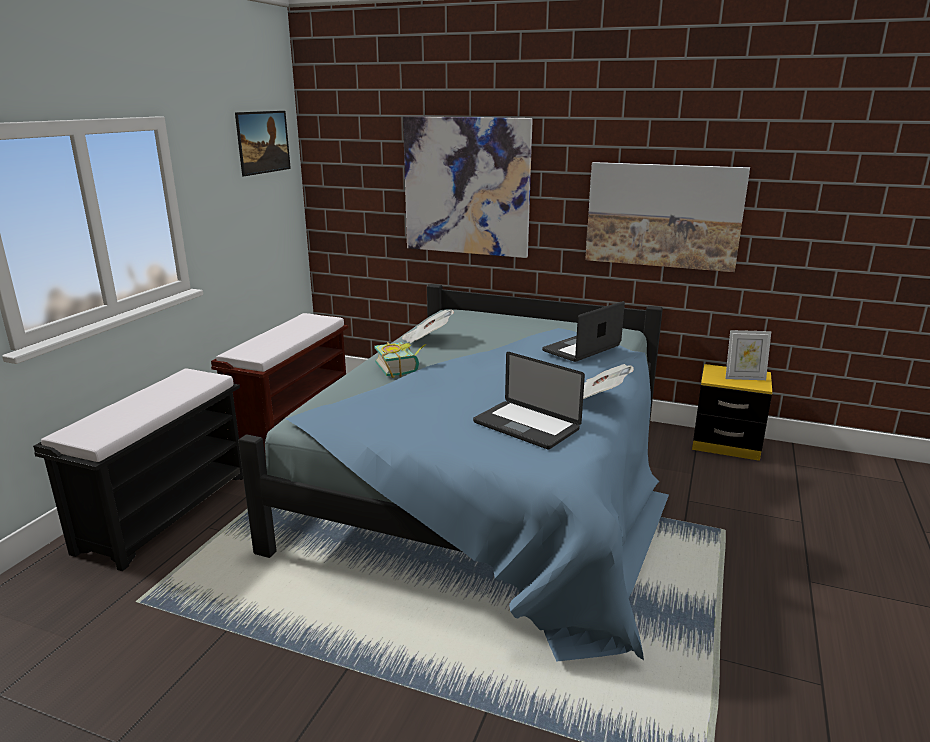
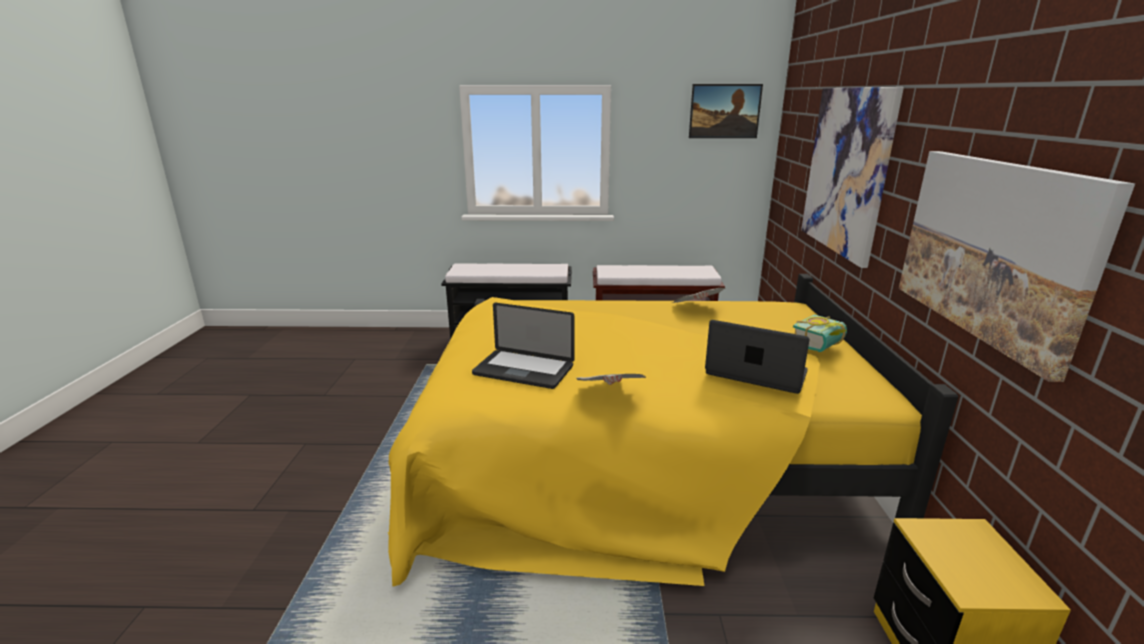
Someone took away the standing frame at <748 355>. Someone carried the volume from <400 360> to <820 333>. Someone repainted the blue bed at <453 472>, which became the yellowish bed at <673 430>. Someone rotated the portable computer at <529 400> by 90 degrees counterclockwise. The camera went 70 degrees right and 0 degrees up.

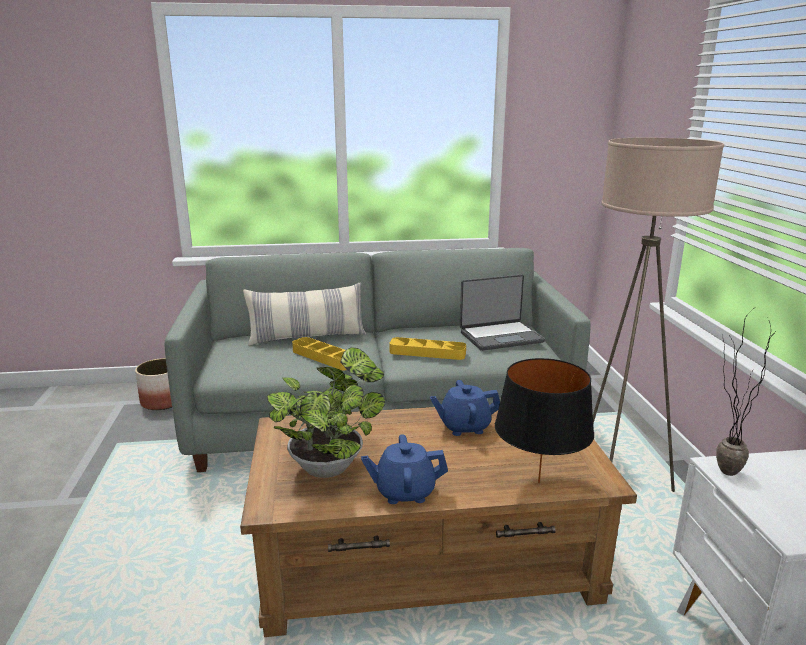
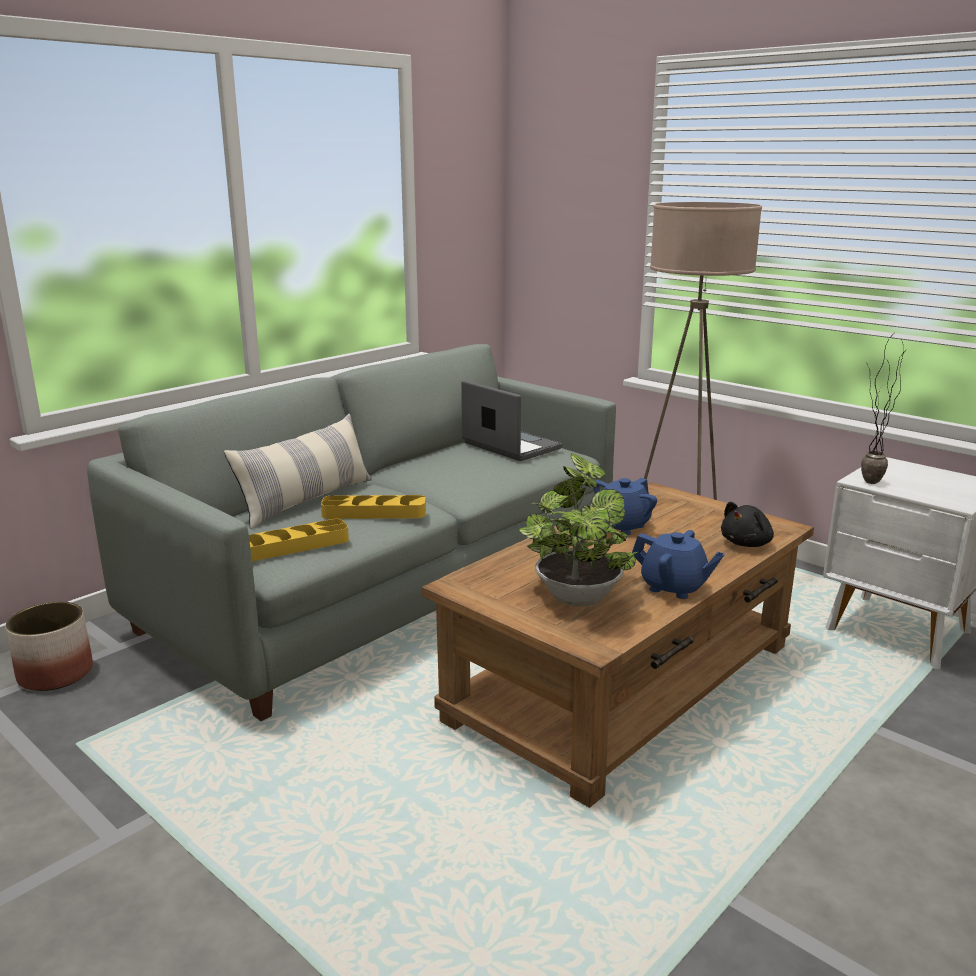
Someone carried the yellowish carrying tray from <427 348> to <299 540>. Someone swapped the black-coloured lamp for a table at <544 421> for the black-coloured cuddly toy at <747 524>. Someone rotated the blue pot for tea at <404 469> by 105 degrees counterclockwise. Someone rotated the portable computer at <502 312> by 75 degrees counterclockwise. The camera went 40 degrees left and 0 degrees up.

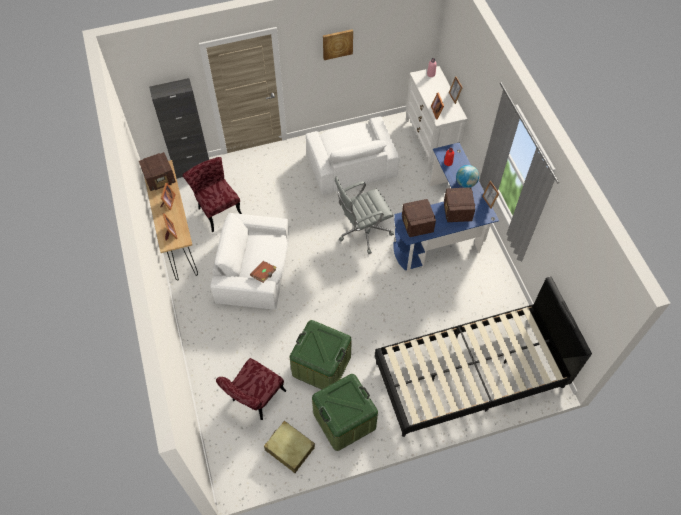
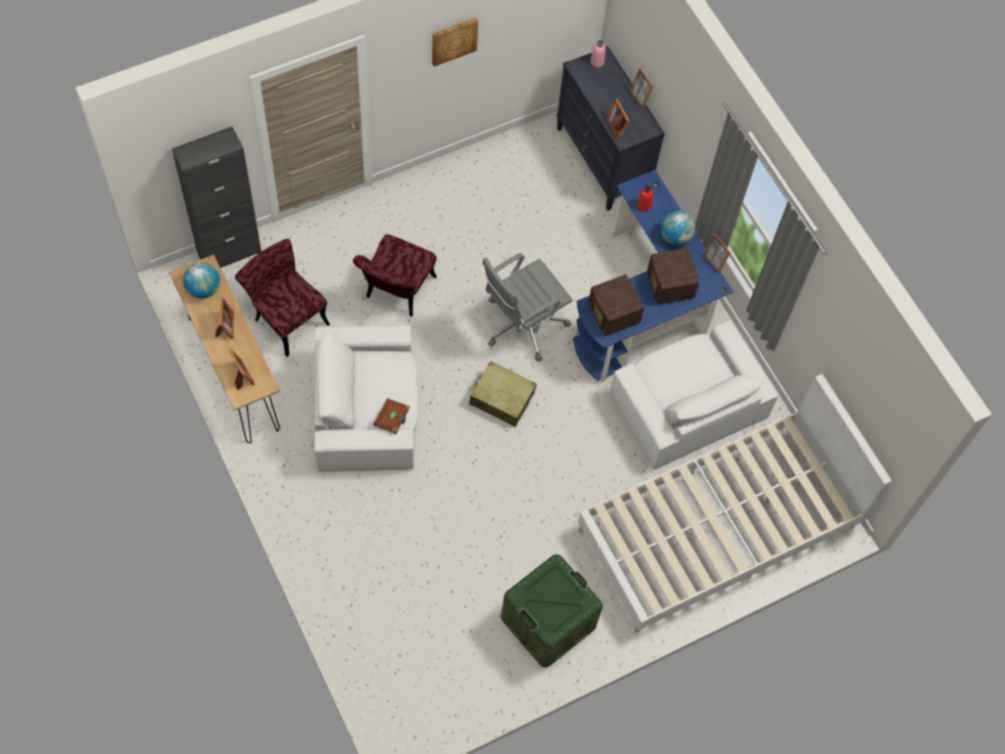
Someone took away the greenish storage container at <321 355>. Someone carried the red-coloured chair from <251 389> to <395 275>. Someone carried the beige suitcase from <289 447> to <503 394>. Someone carried the whitish lounge chair from <353 155> to <693 395>. Someone swapped the radio at <157 171> for the desk globe at <201 280>. Someone repainted the black-coloured bed at <483 356>, which became the whitish bed at <735 503>. Someone repainted the whitish chest of drawers at <436 118>, which became the black-coloured chest of drawers at <610 128>. The camera went 15 degrees left and 5 degrees up.

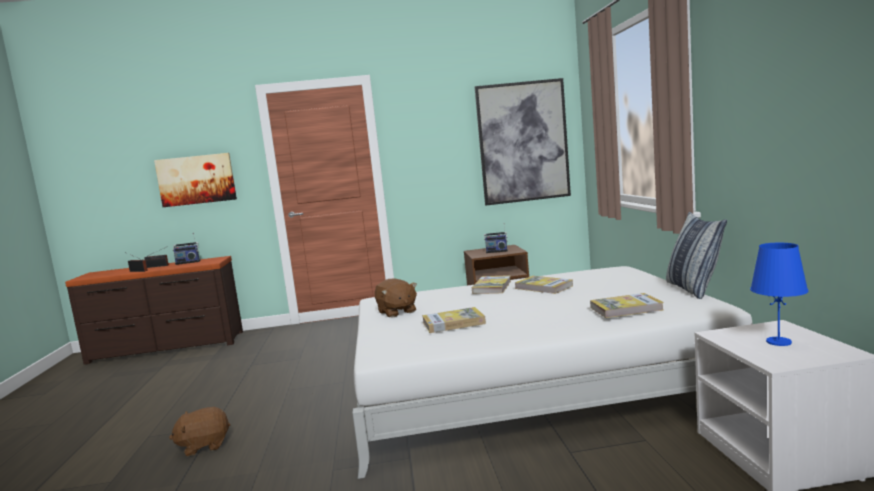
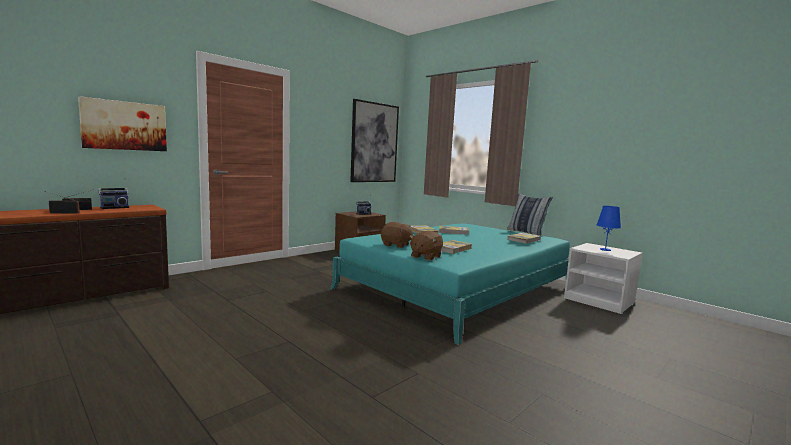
Someone carried the brown-coloured cuddly toy from <199 432> to <426 246>. Someone repainted the whitish bed at <552 372>, which became the turquoise-coloured bed at <450 284>. The camera went 40 degrees left and 0 degrees up.

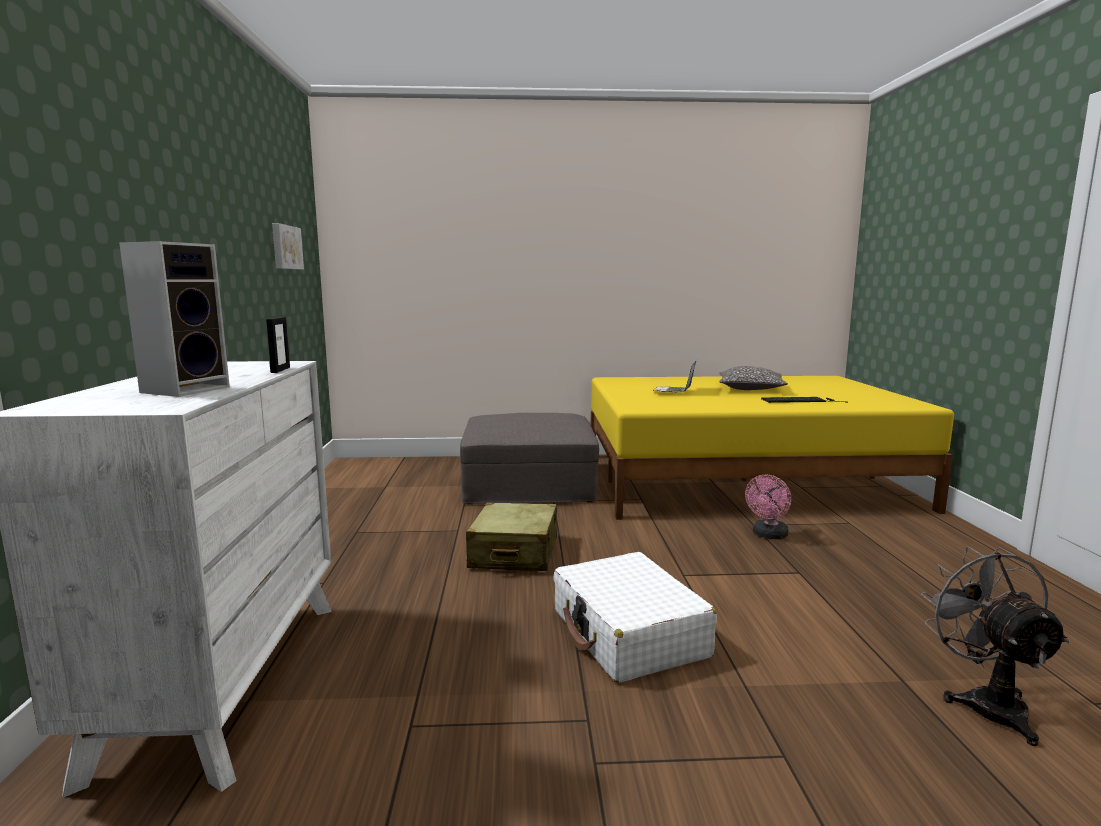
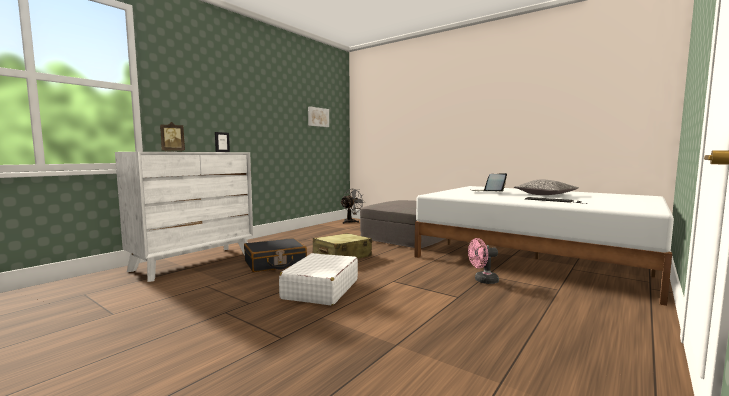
Someone put down the black-coloured suitcase at <275 255>. Someone carried the grey fan from <995 646> to <352 206>. Someone swapped the speaker at <174 319> for the standing frame at <172 137>. Someone repainted the yellowish bed at <772 448>, which became the whitish bed at <544 246>. The camera went 40 degrees right and 5 degrees down.

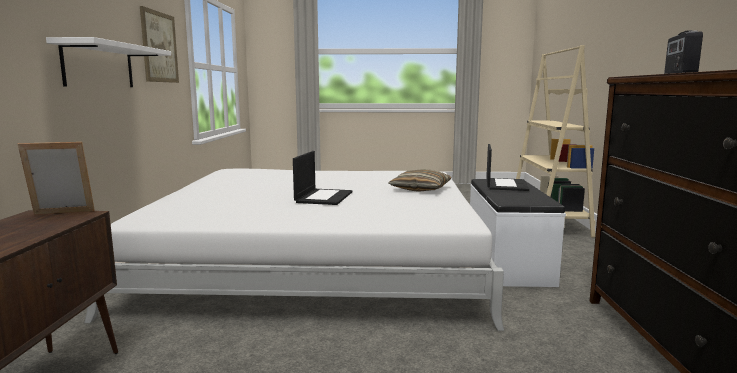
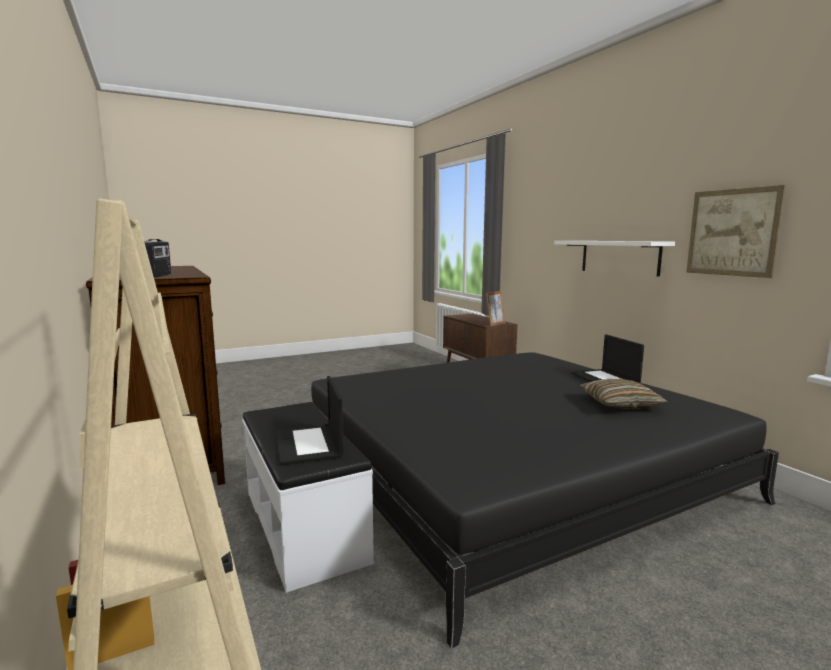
Someone carried the portable computer from <322 178> to <607 358>. Someone carried the cushion from <420 180> to <624 394>. Someone repainted the whitish bed at <294 250>, which became the black-coloured bed at <545 500>. The camera went 150 degrees right and 0 degrees up.

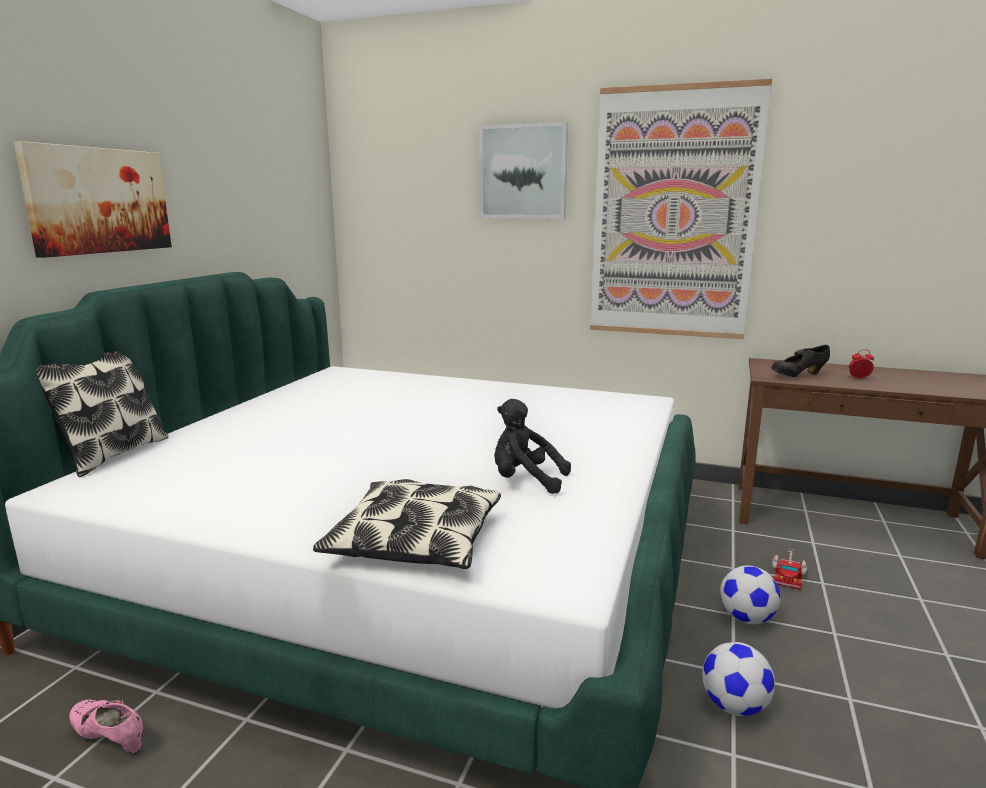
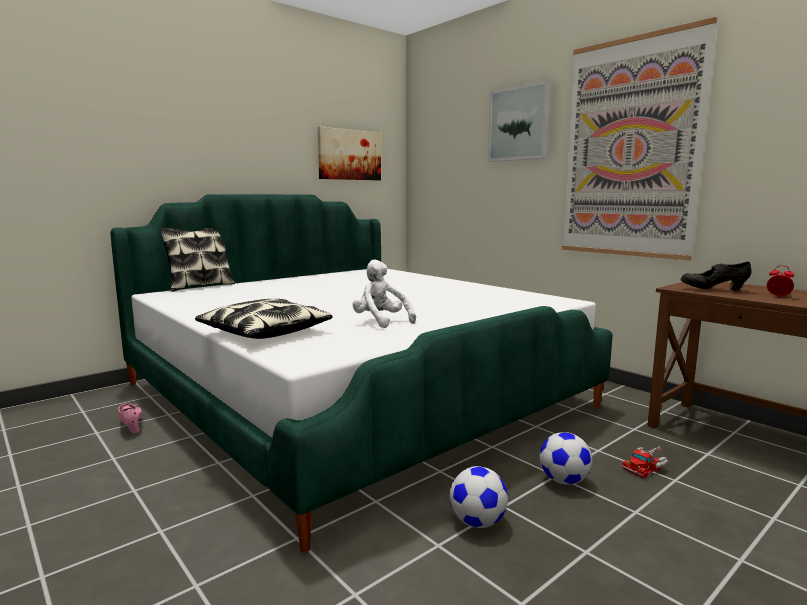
Someone carried the wall art from <93 199> to <349 153>. Someone repainted the black-coloured cuddly toy at <532 446>, which became the whitish cuddly toy at <384 294>. The camera went 30 degrees right and 5 degrees down.

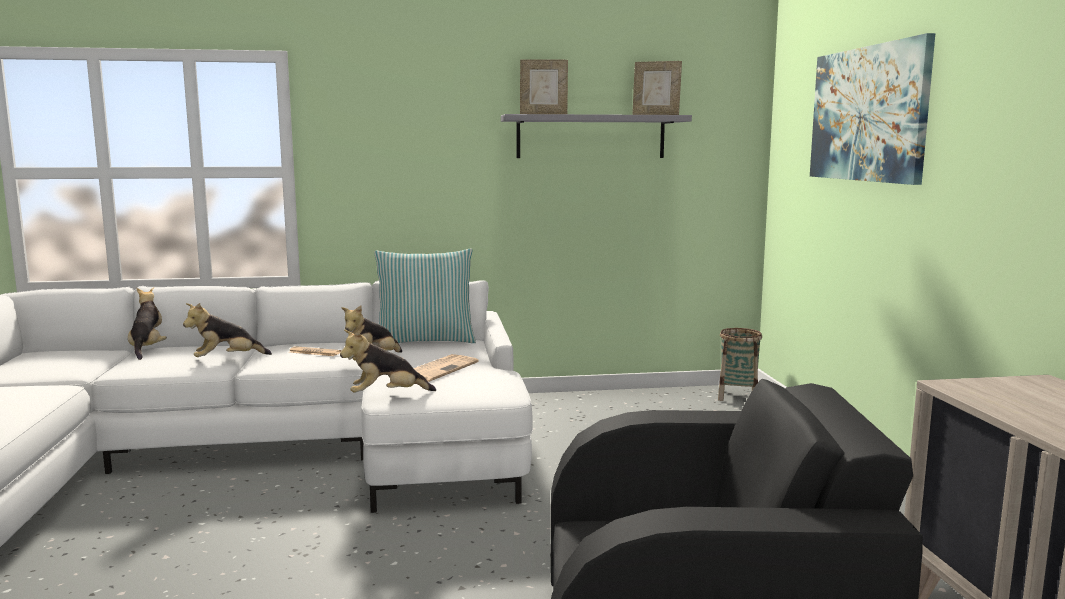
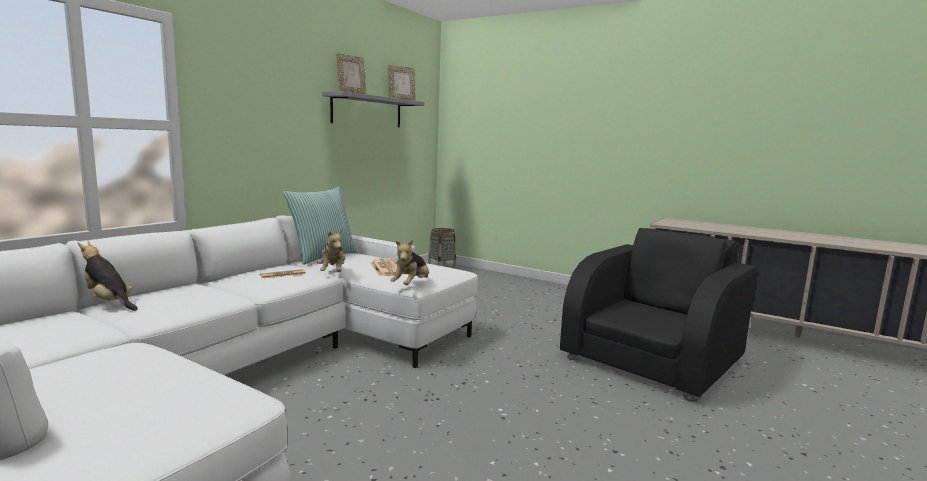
Someone took away the cuddly toy at <227 330>. Someone took away the wall art at <872 109>. The camera went 50 degrees left and 0 degrees up.

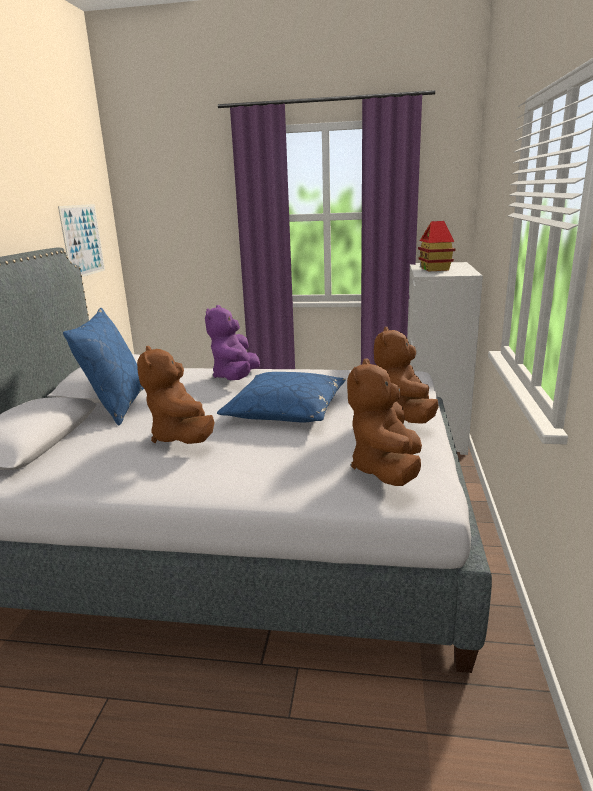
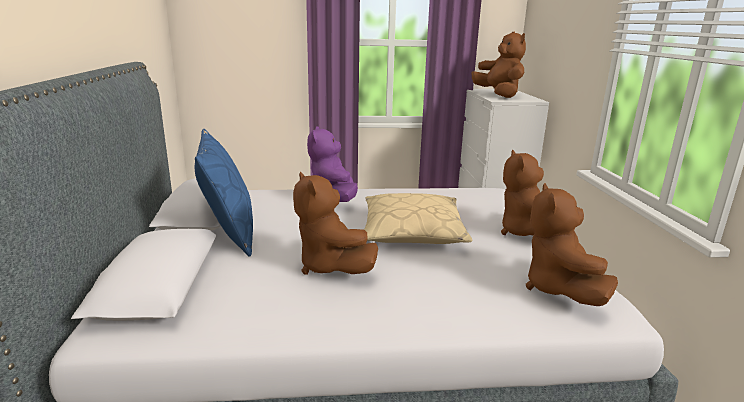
Someone took away the wall art at <81 240>. Someone swapped the miniature house at <436 246> for the brown-coloured cuddly toy at <499 65>. Someone repainted the blue cushion at <281 397>, which became the beige cushion at <418 218>. The camera went 15 degrees left and 0 degrees up.

